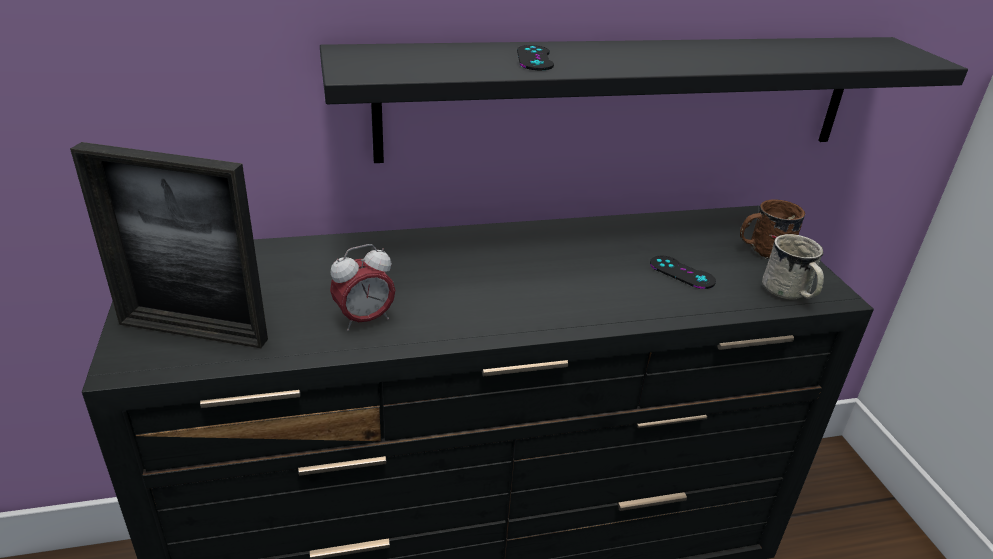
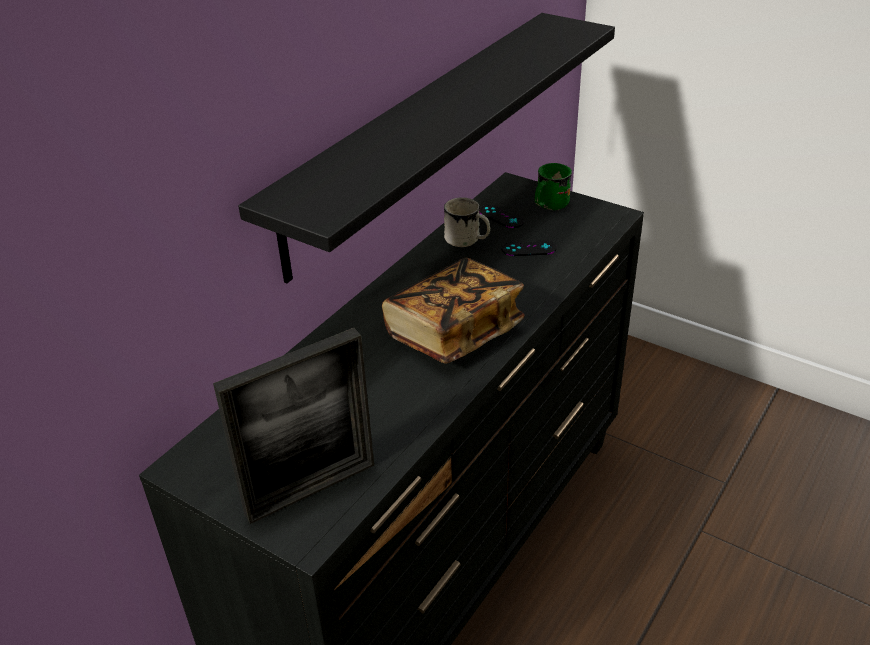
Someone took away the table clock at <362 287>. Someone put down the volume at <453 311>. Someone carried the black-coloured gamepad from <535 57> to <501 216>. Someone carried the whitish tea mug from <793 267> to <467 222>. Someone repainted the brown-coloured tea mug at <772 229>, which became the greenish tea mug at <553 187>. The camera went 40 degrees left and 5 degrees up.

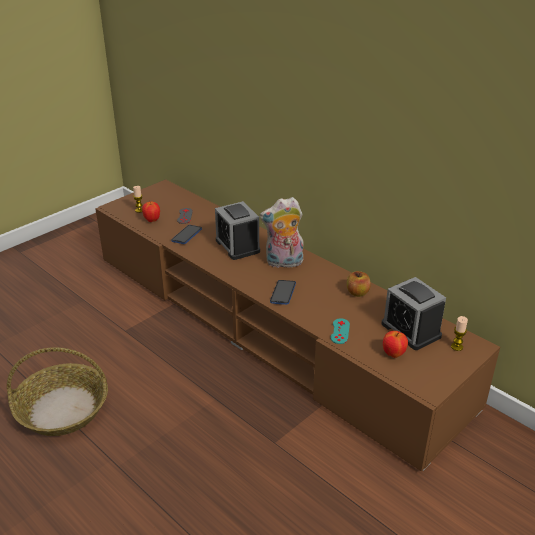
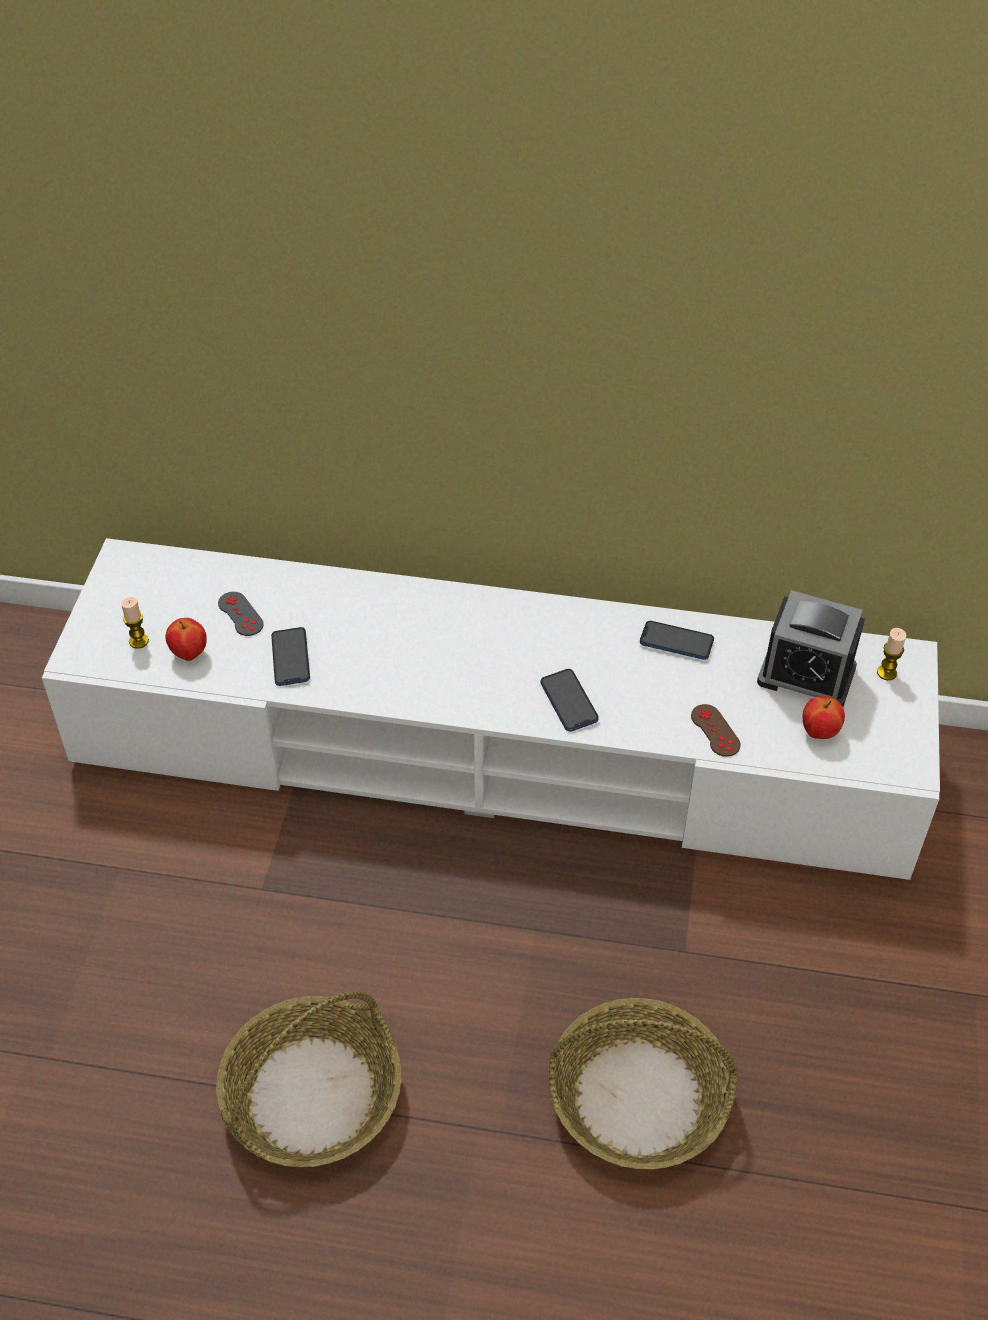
Someone took away the table clock at <237 230>. Someone took away the cuddly toy at <282 232>. Someone put down the storage basket at <643 1084>. Someone swapped the whole apple at <359 284> for the handset at <677 640>. Someone repainted the brown-coloured tv unit at <297 325>, which became the whitish tv unit at <491 709>. Someone repainted the turquoise-coloured gamepad at <340 331>, which became the brown-coloured gamepad at <716 730>. The camera went 35 degrees left and 15 degrees up.

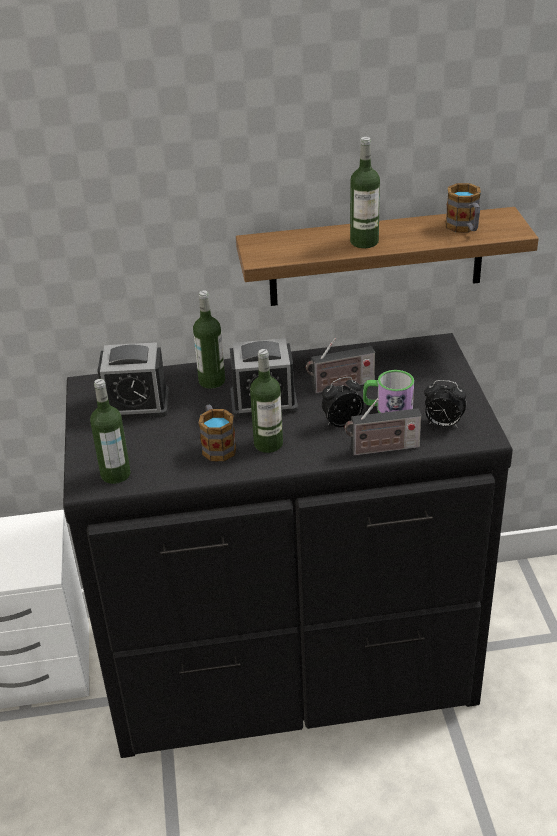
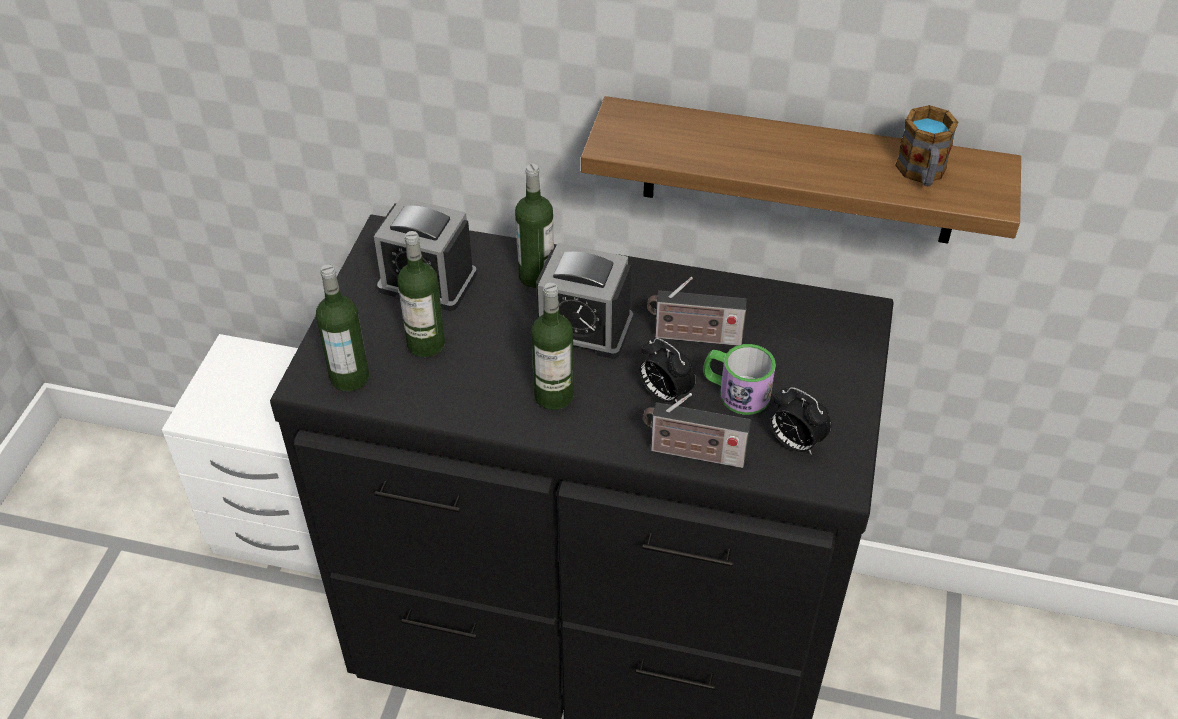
Someone took away the tea mug at <217 433>. Someone carried the bottle from <365 192> to <421 294>. Someone rotated the table clock at <343 402> by 135 degrees counterclockwise. The camera went 20 degrees right and 10 degrees up.

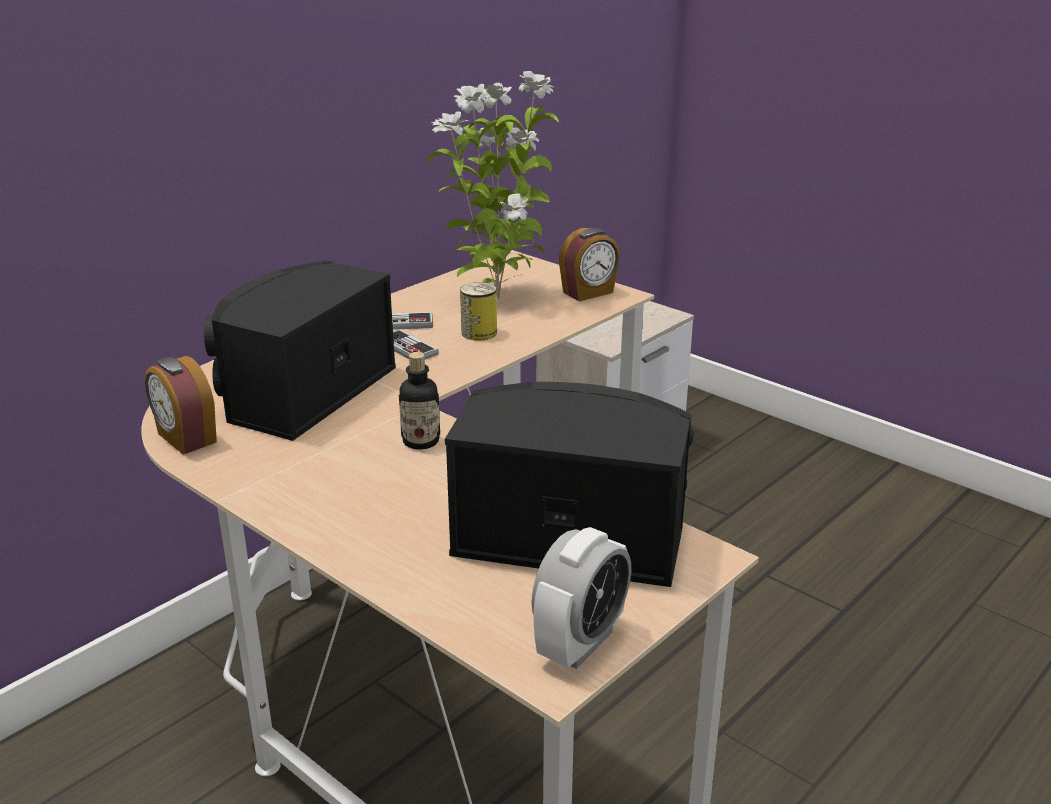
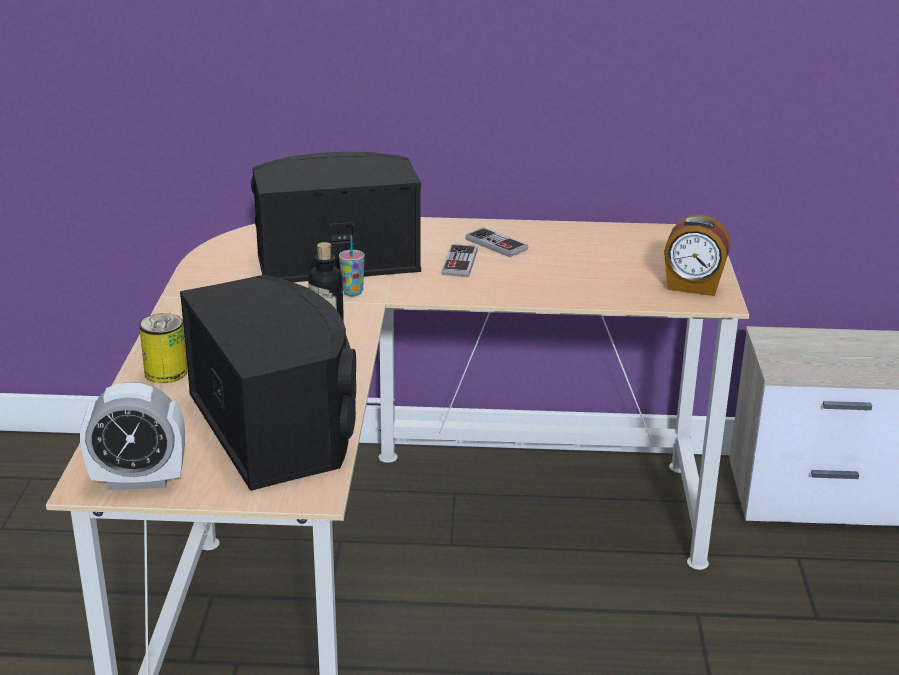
Someone took away the table clock at <181 405>. Someone took away the plant in a pot at <493 185>. Someone put down the cup at <352 265>. Someone carried the metal can from <478 311> to <163 348>. The camera went 50 degrees right and 0 degrees up.

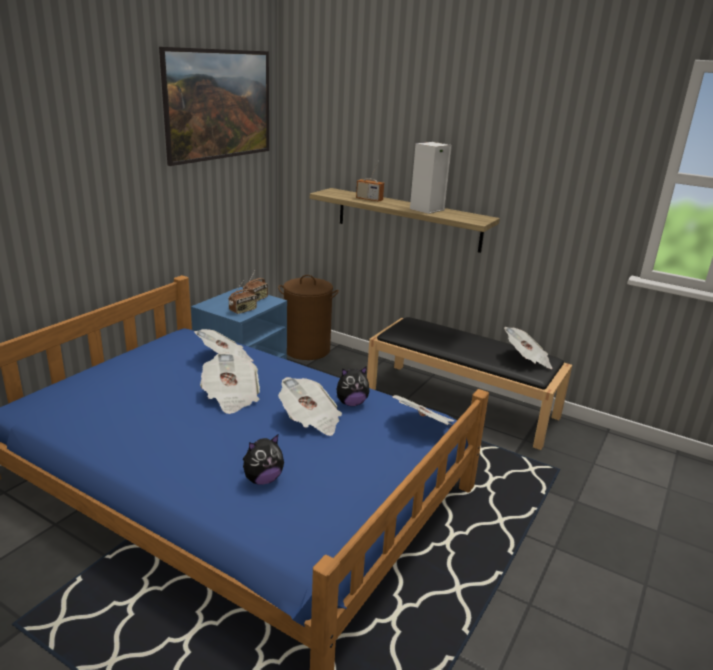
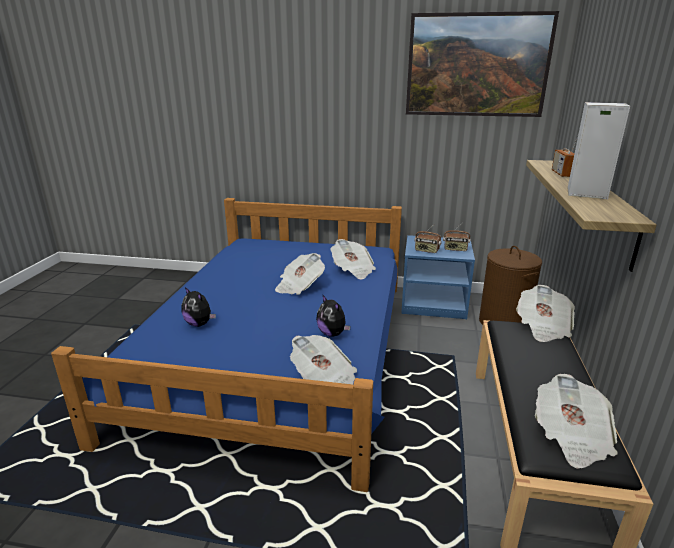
Someone carried the daily paper from <310 406> to <545 313>. The camera went 70 degrees right and 0 degrees up.

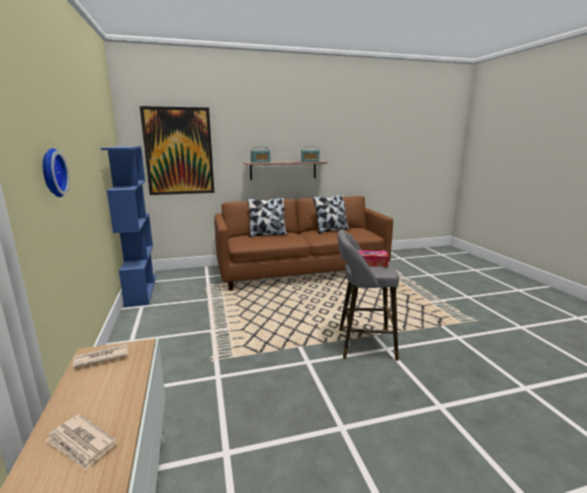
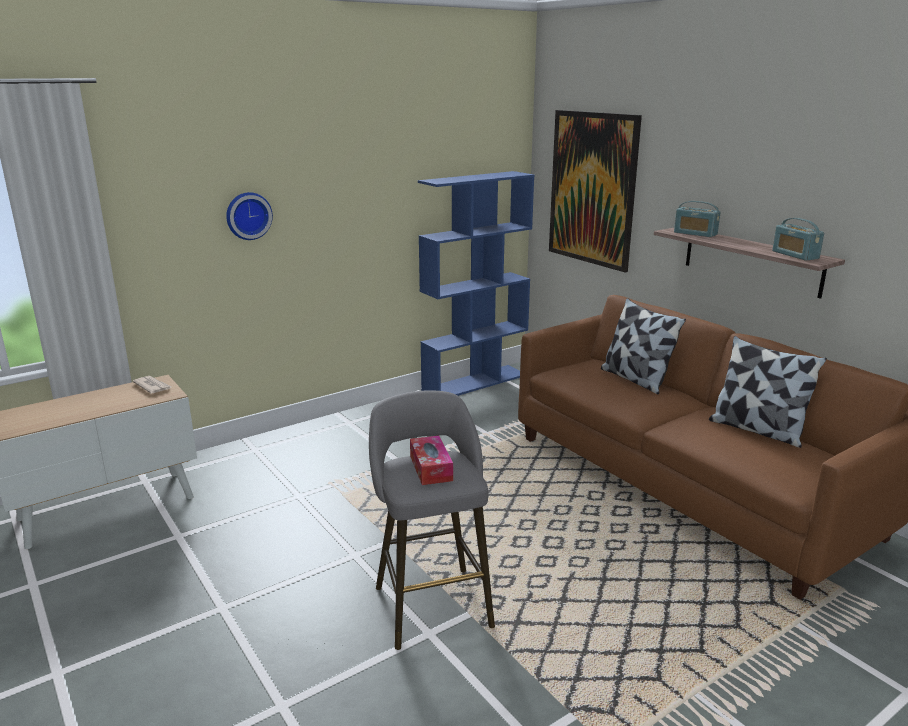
Someone took away the daily paper at <81 442>. The camera went 70 degrees right and 5 degrees up.

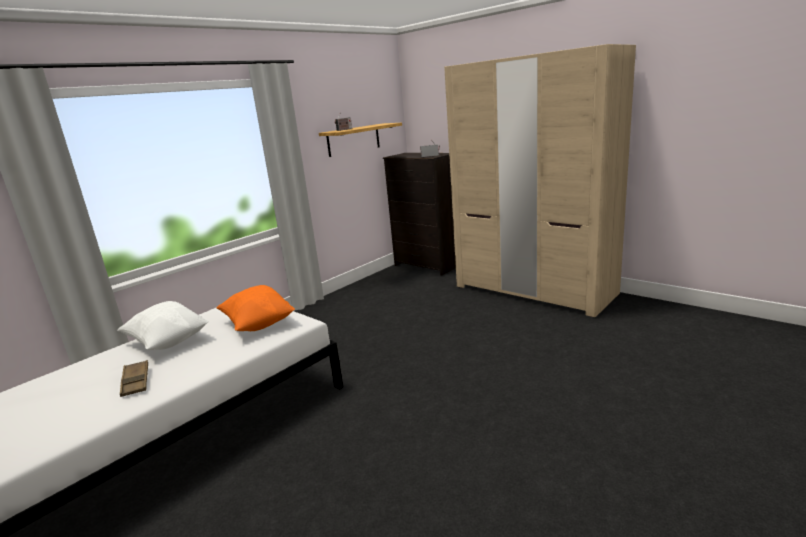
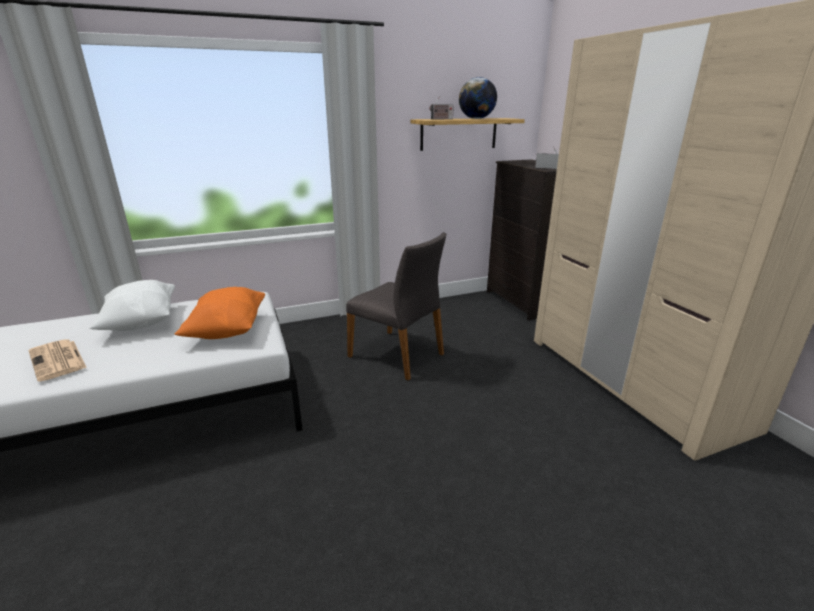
Someone put down the grey chair at <396 306>. Someone put down the desk globe at <478 98>. Someone swapped the brown-coloured carrying tray at <134 378> for the daily paper at <57 360>. The camera went 25 degrees right and 5 degrees up.

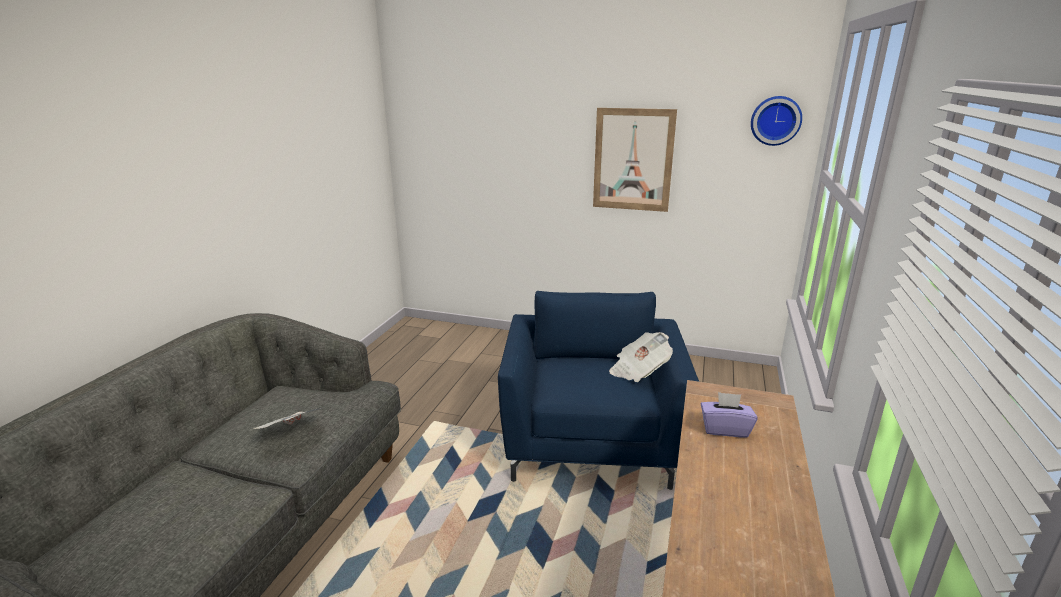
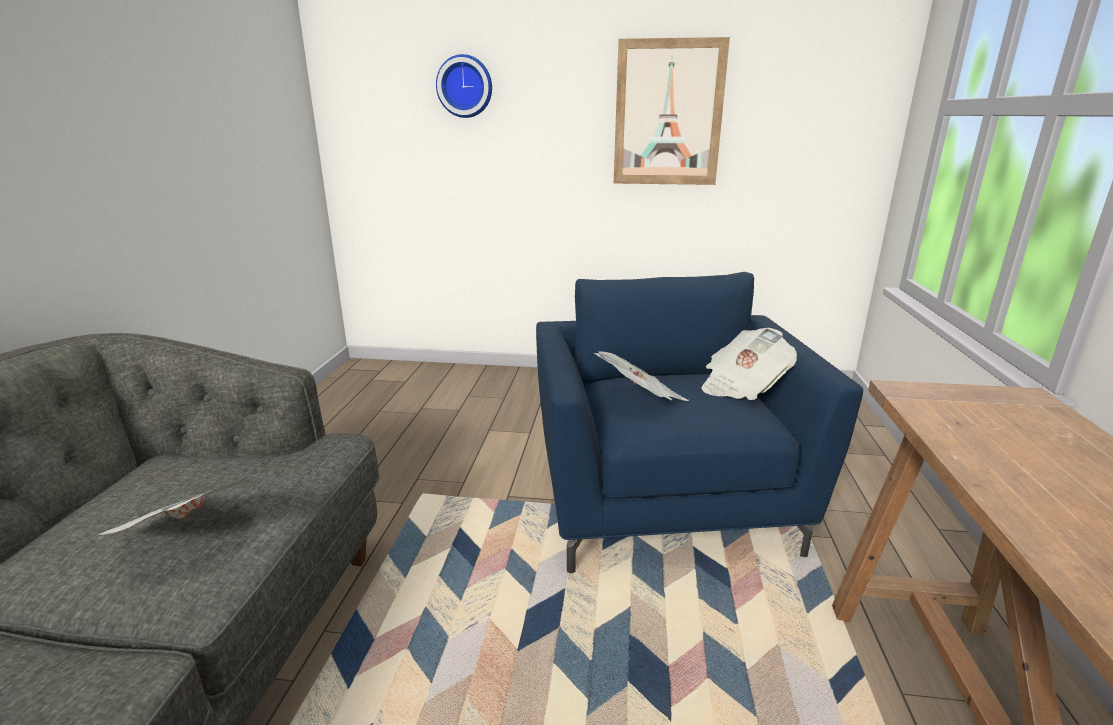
Someone took away the purplish box of tissues at <729 415>. Someone put down the daily paper at <641 376>. Someone carried the wall clock from <776 121> to <464 86>. The camera went 10 degrees left and 0 degrees up.

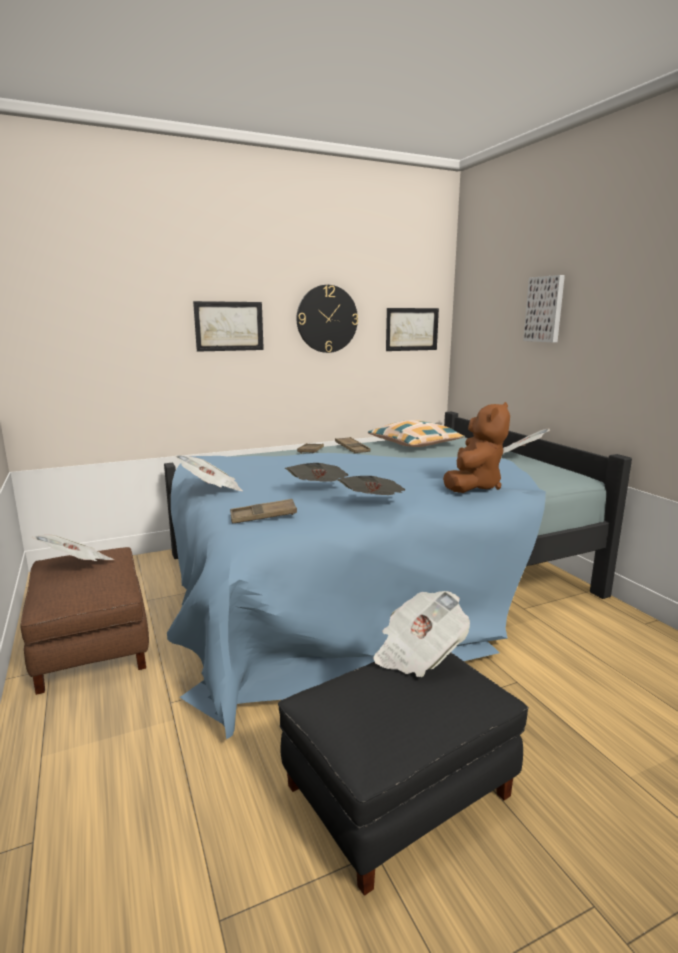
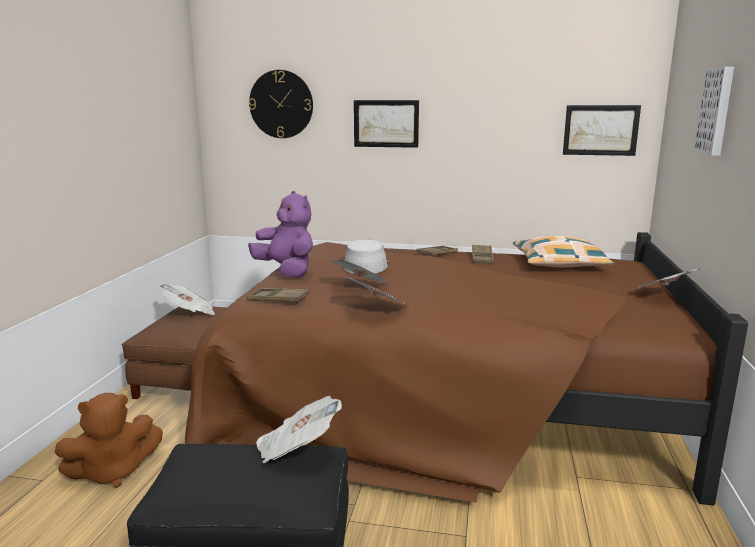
Someone put down the grey wearable hat at <366 257>. Someone carried the wall clock from <327 319> to <281 104>. Someone carried the brown-coloured cuddly toy from <476 447> to <109 440>. Someone swapped the daily paper at <209 473> for the purplish cuddly toy at <280 234>. Someone repainted the blue bed at <398 575>, which became the brown-coloured bed at <466 369>. The camera went 35 degrees right and 0 degrees up.

